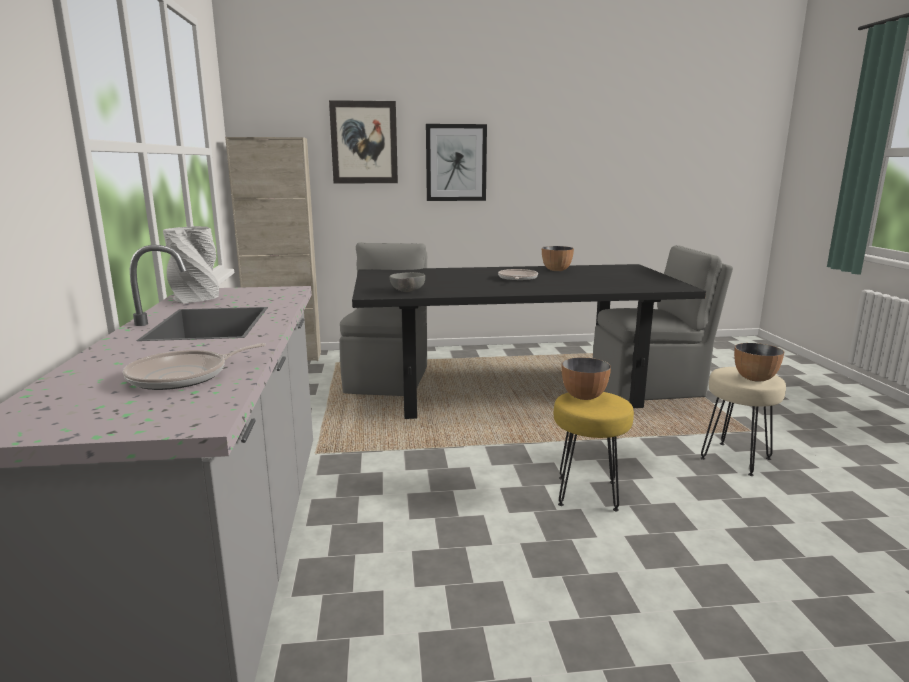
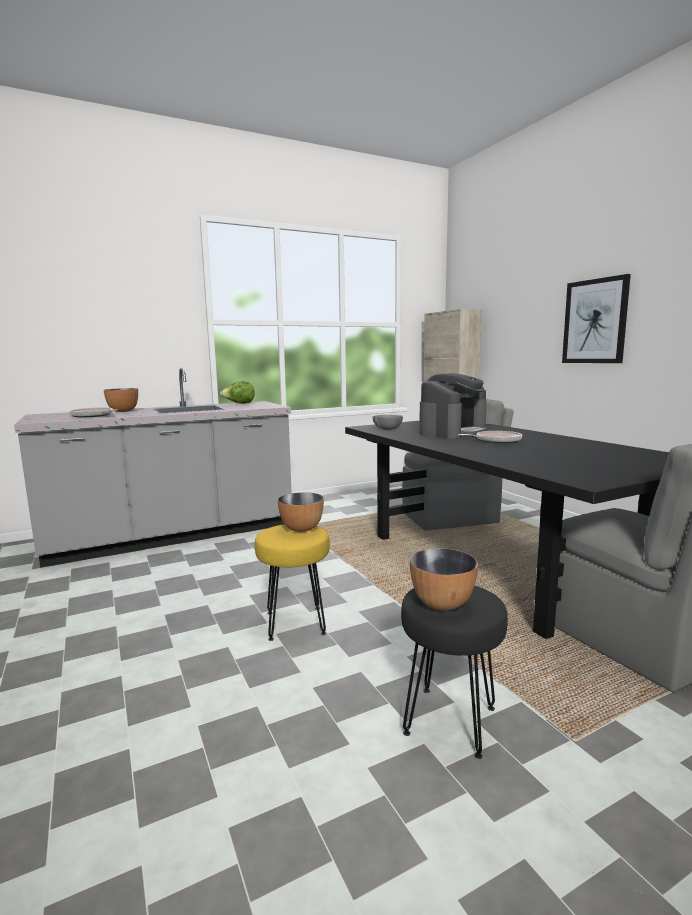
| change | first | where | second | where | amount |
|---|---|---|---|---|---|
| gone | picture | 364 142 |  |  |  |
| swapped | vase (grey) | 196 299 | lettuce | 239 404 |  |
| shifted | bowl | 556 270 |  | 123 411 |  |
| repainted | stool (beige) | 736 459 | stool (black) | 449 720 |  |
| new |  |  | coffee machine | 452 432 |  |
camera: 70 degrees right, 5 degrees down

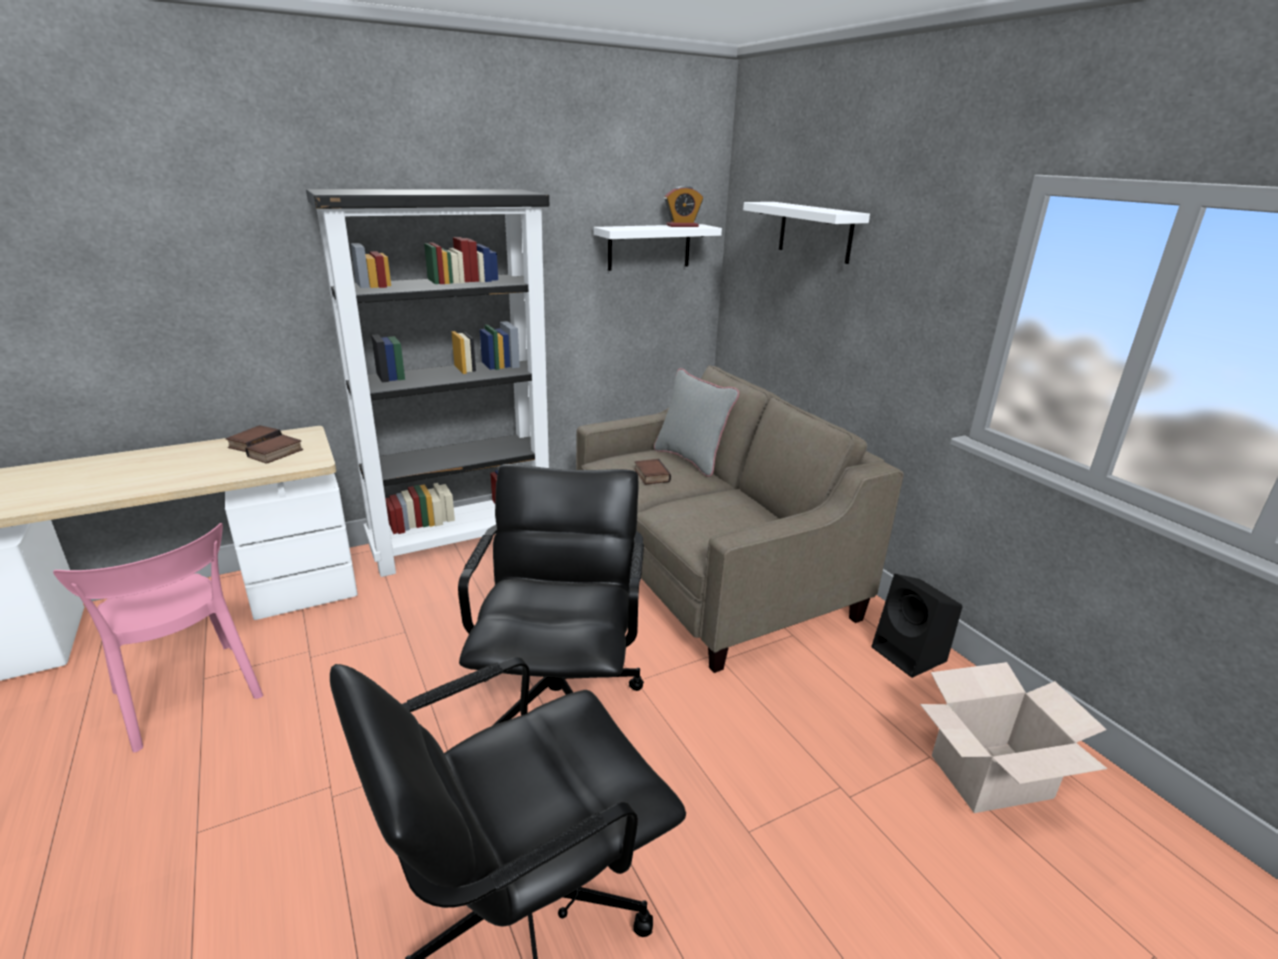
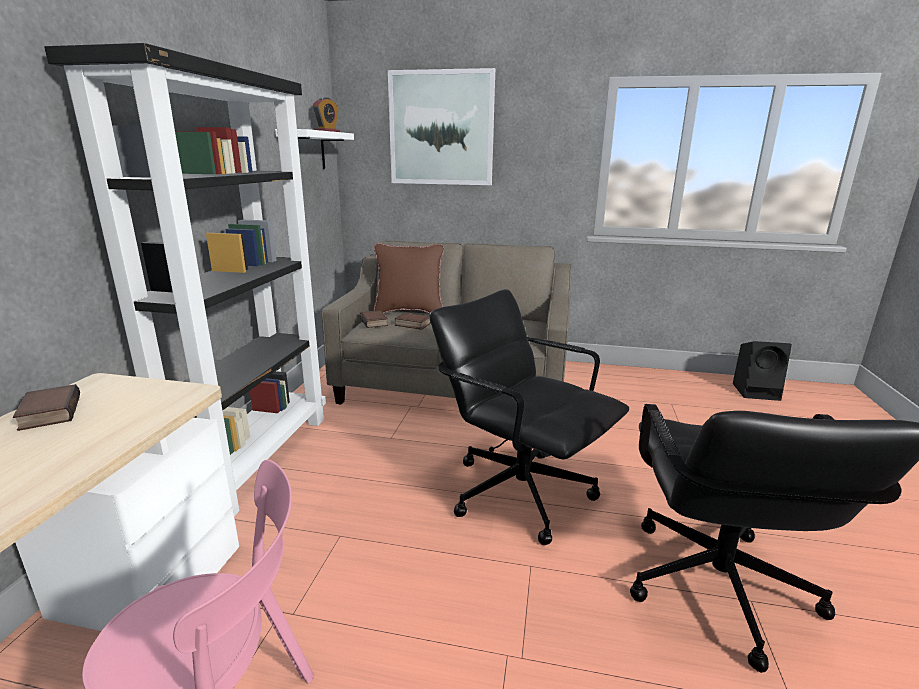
| change | first | where | second | where | amount |
|---|---|---|---|---|---|
| swapped | shelf (white) | 815 232 | picture | 441 129 |  |
| repainted | pillow (grey) | 691 459 | pillow (brown) | 409 311 |  |
| shifted | book | 276 454 |  | 375 322 |  |
| shifted | speaker (black) | 910 655 |  | 757 392 |  |
| gone | cardboard box | 990 776 |  |  |  |
camera: 50 degrees left, 5 degrees down

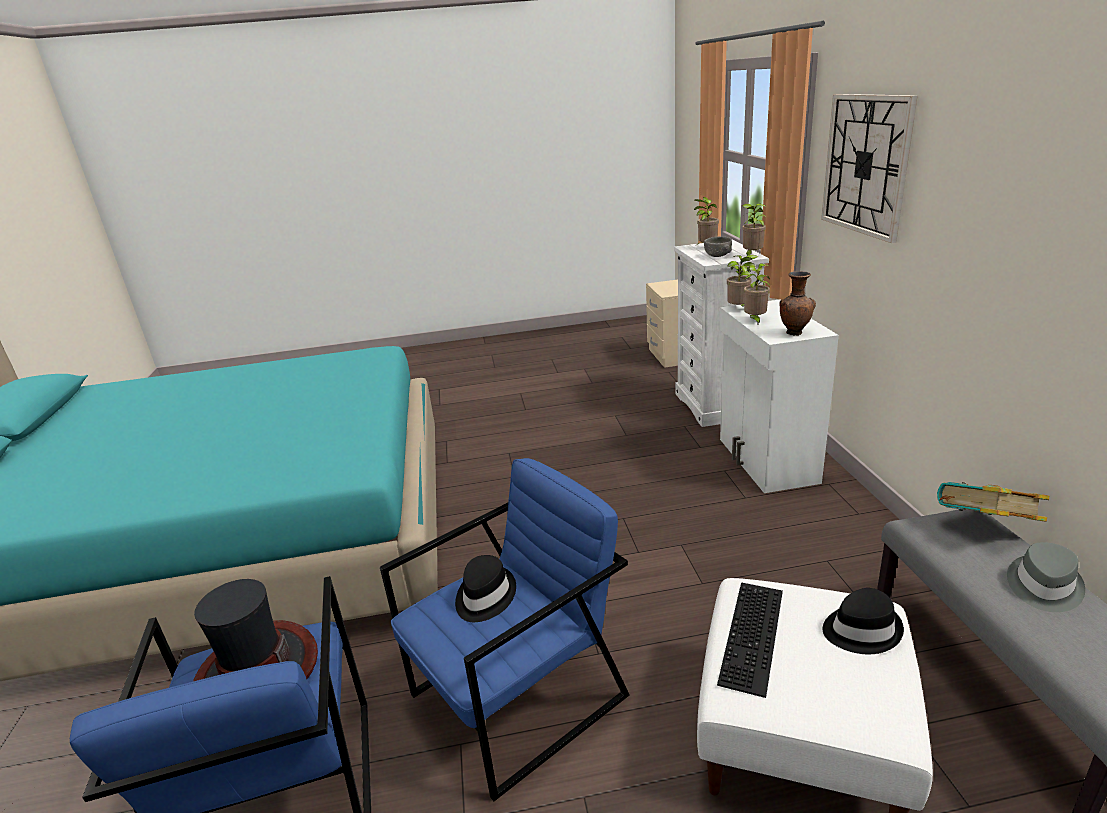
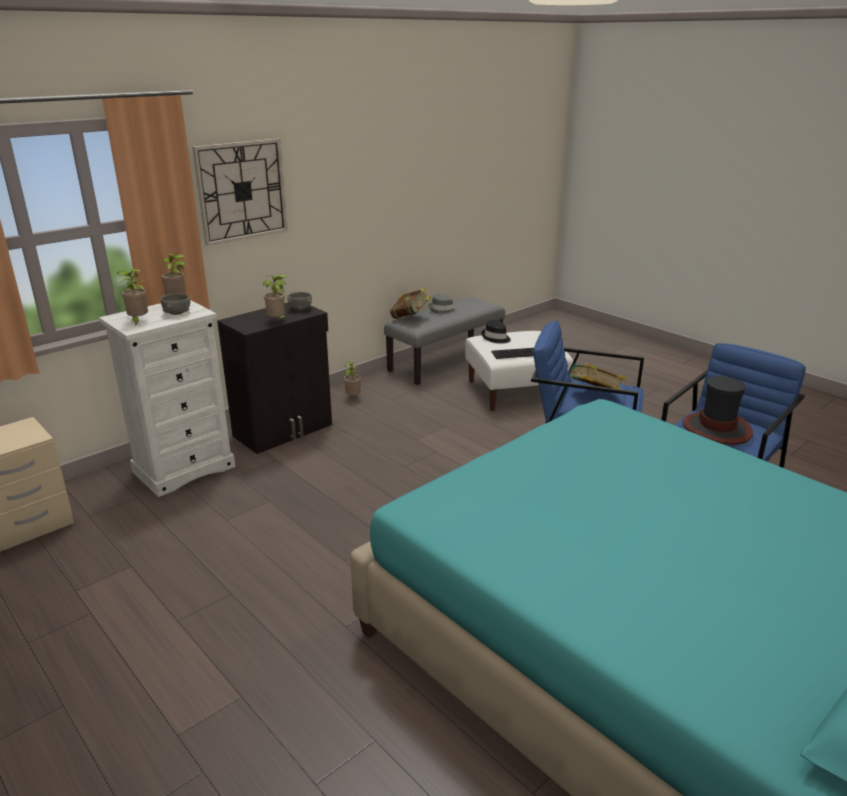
| change | first | where | second | where | amount |
|---|---|---|---|---|---|
| shifted | potted plant | 739 309 |  | 352 397 |  |
| swapped | vase (brown) | 794 333 | bowl (grey) | 300 308 |  |
| repainted | cabinet (white) | 766 461 | cabinet (black) | 284 430 |  |
| swapped | hat (black) | 484 596 | book | 594 395 |  |
camera: 125 degrees left, 0 degrees up

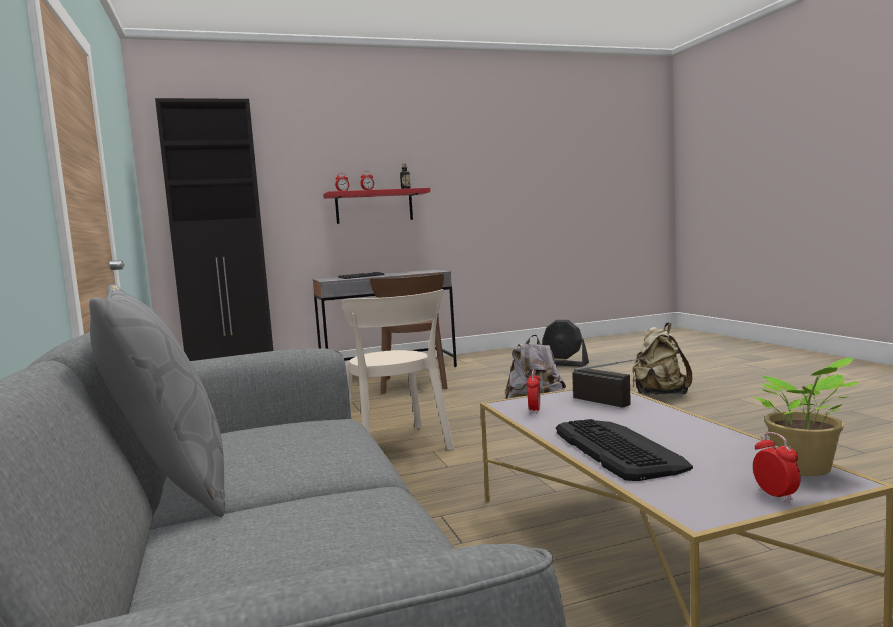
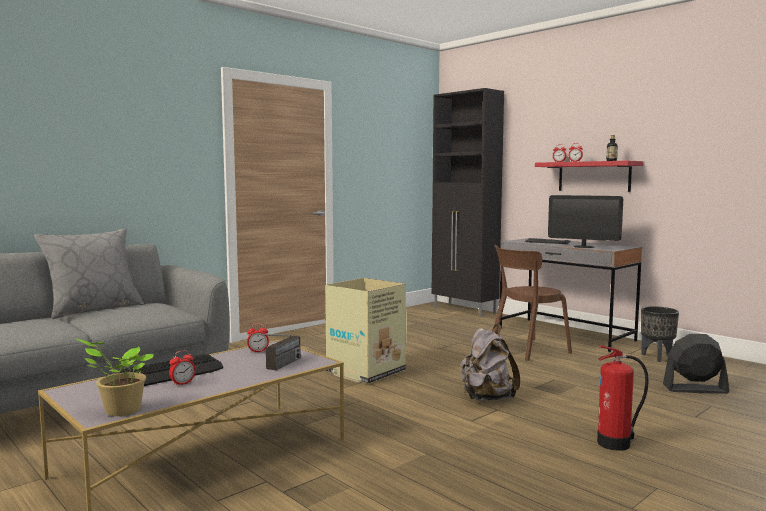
| change | first | where | second | where | amount |
|---|---|---|---|---|---|
| swapped | chair (beige) | 398 447 | cardboard box | 364 372 |  |
| rotated | fan (black) | 564 364 |  | 694 389 | 90 degrees clockwise |
| swapped | backpack (beige) | 659 395 | fire extinguisher | 616 443 |  |
| shifted | alarm clock | 775 495 |  | 182 383 |  |
| new |  |  | monitor | 583 247 |  |
| new |  |  | planter (black) | 657 357 |  |
camera: 65 degrees right, 0 degrees up

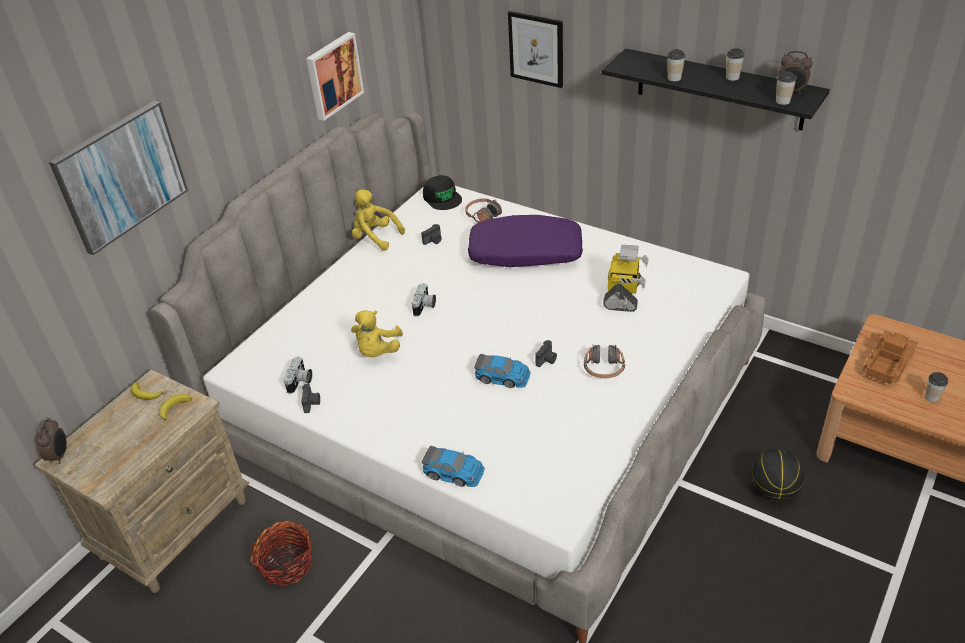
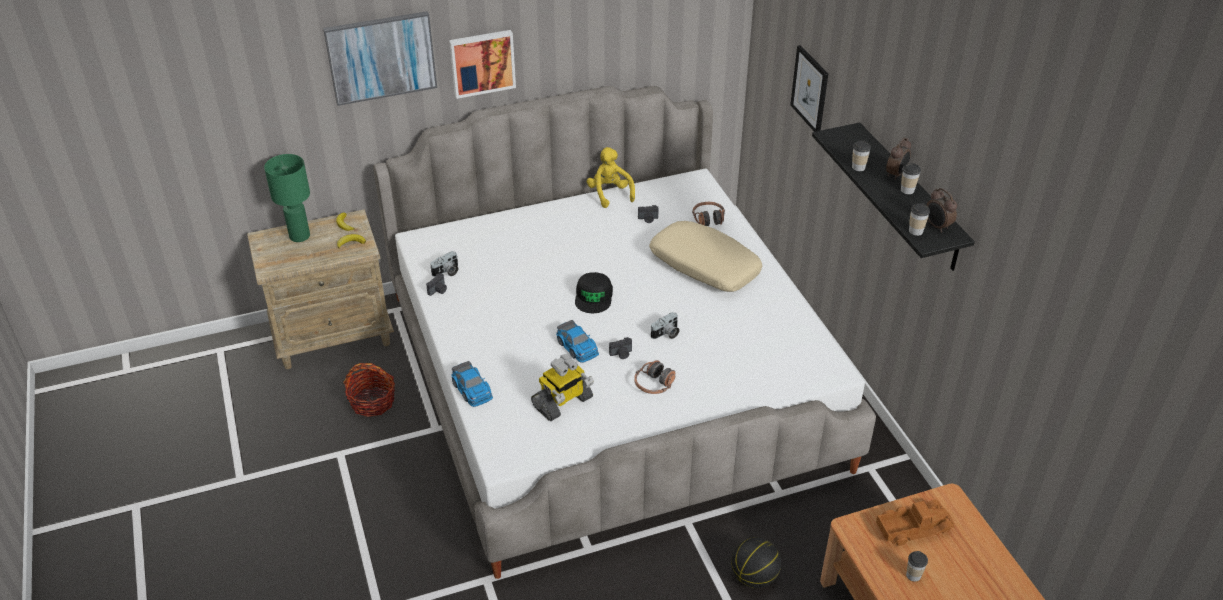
| change | first | where | second | where | amount |
|---|---|---|---|---|---|
| shifted | picture | 333 75 |  | 482 62 |  |
| shifted | cap (black) | 442 197 |  | 594 297 |  |
| repainted | pillow (purple) | 525 253 | pillow (beige) | 703 266 |  |
| shifted | toy robot | 623 295 |  | 562 402 |  |
| shifted | photo camera | 425 307 |  | 666 334 |  |
| gone | plush toy (yellow) | 377 351 |  |  |  |
| shifted | alarm clock | 60 455 |  | 896 174 |  |
| new |  |  | table lamp (green) | 299 236 |  |
camera: 35 degrees right, 0 degrees up

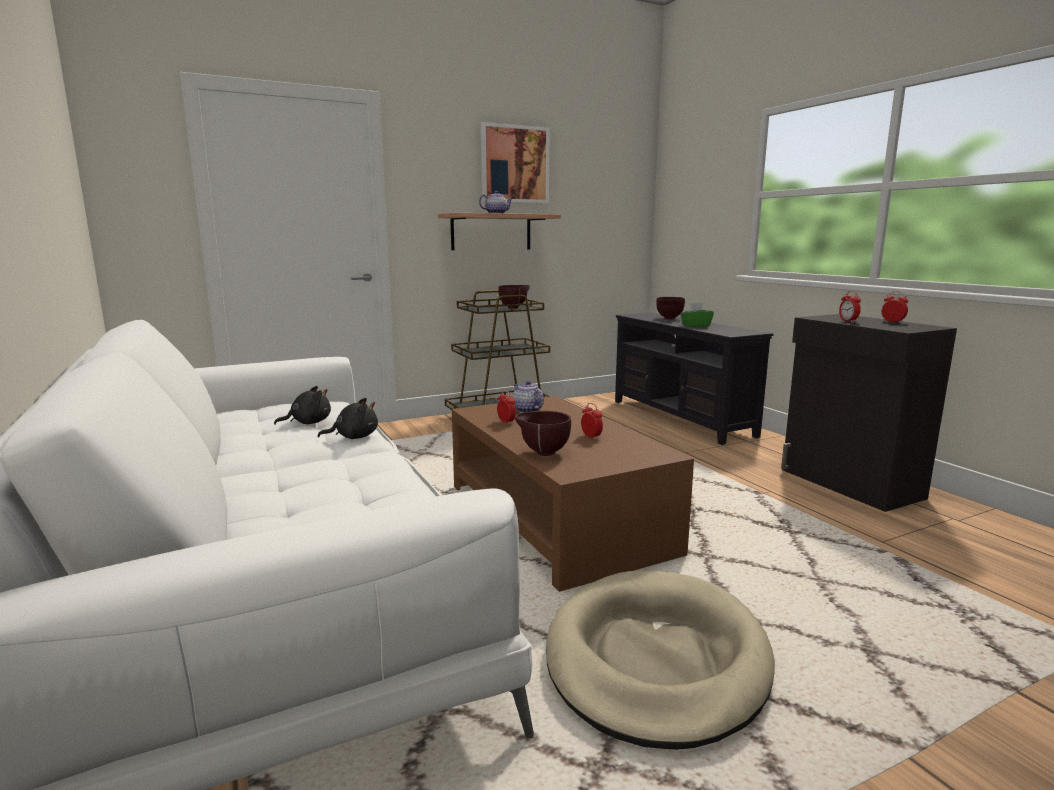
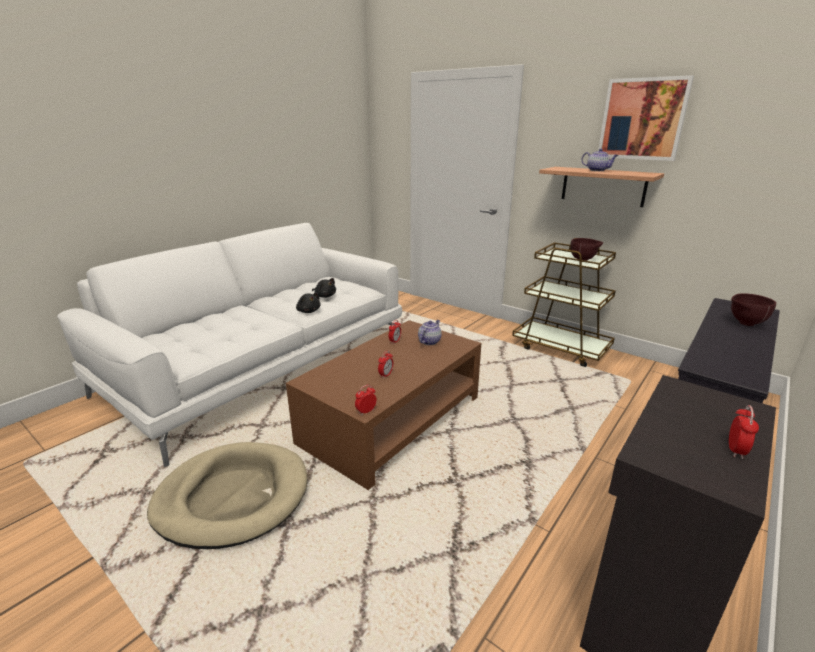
| change | first | where | second | where | amount |
|---|---|---|---|---|---|
| shifted | alarm clock | 848 321 |  | 366 411 |  |
| gone | tissue box (green) | 695 326 |  |  |  |
| gone | bowl (brown) | 542 453 |  |  |  |
camera: 65 degrees right, 10 degrees up

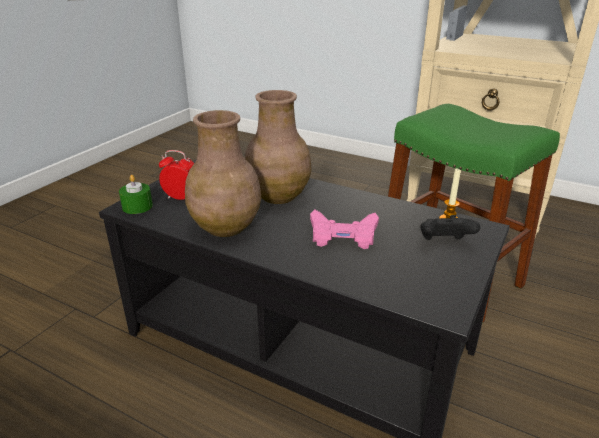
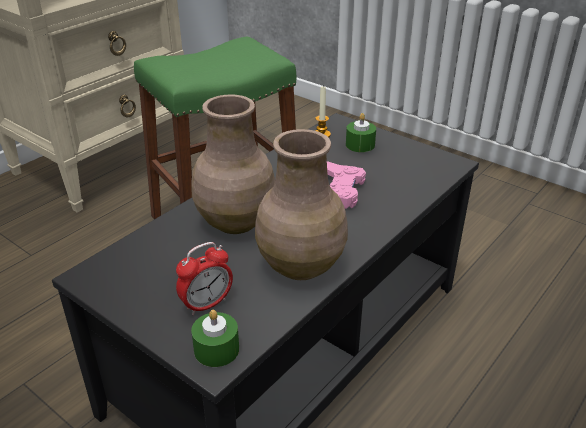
| change | first | where | second | where | amount |
|---|---|---|---|---|---|
| rotated | alarm clock | 181 198 |  | 206 304 | 150 degrees counterclockwise |
| swapped | game controller (black) | 444 243 | candle (green) | 360 145 |  |
camera: 80 degrees left, 5 degrees up

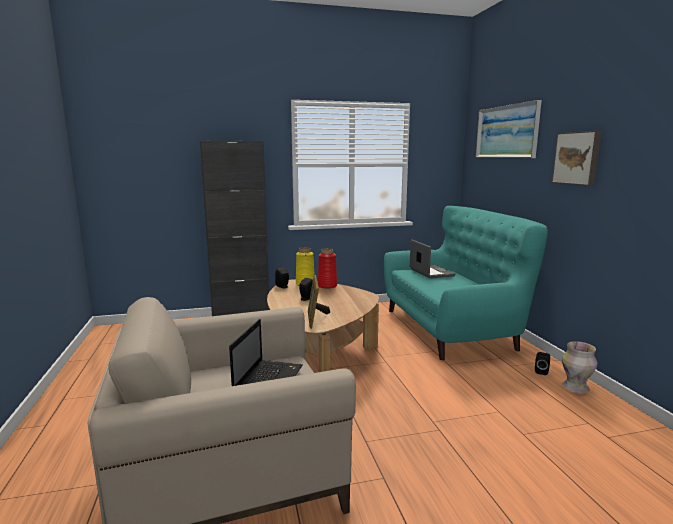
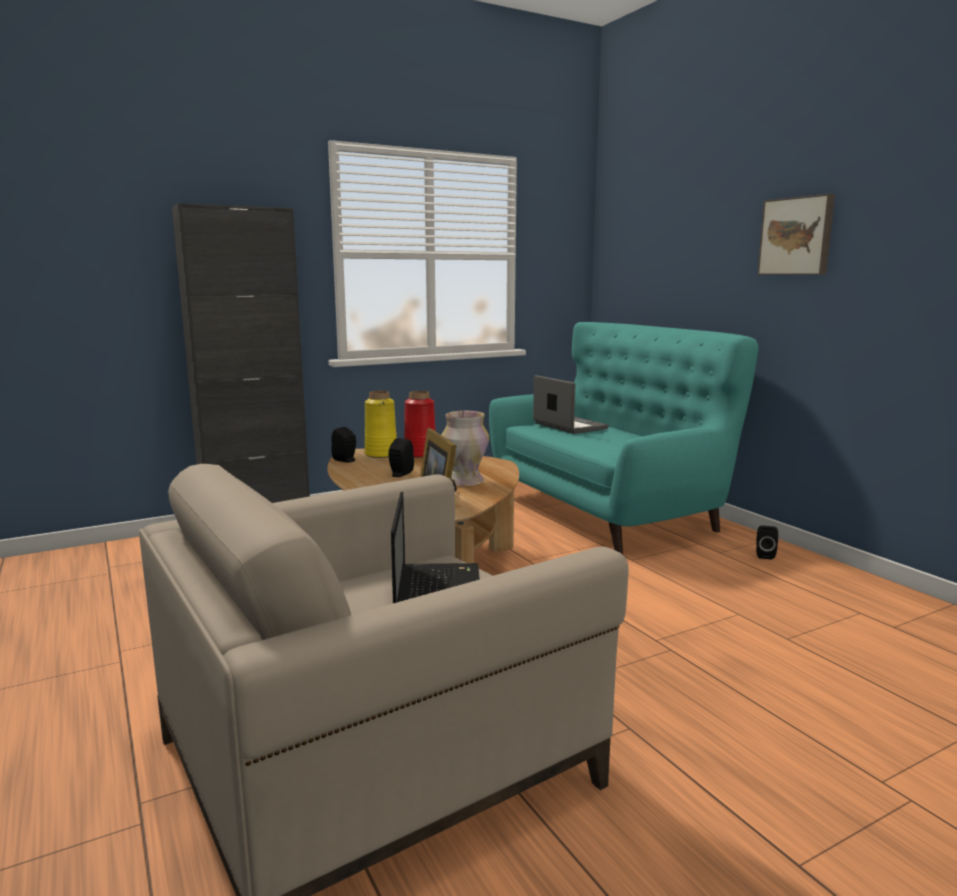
| change | first | where | second | where | amount |
|---|---|---|---|---|---|
| gone | picture | 506 132 |  |  |  |
| shifted | vase | 575 388 |  | 464 482 |  |
camera: 15 degrees left, 0 degrees up

